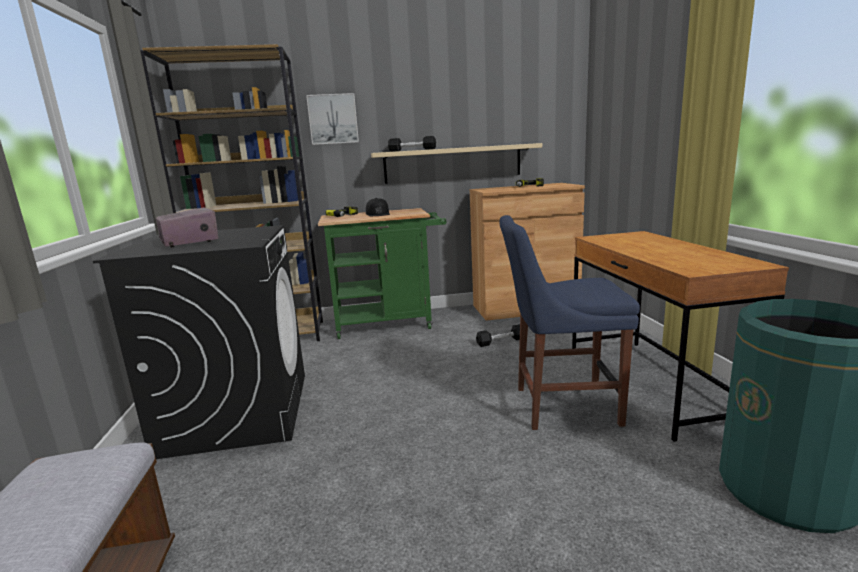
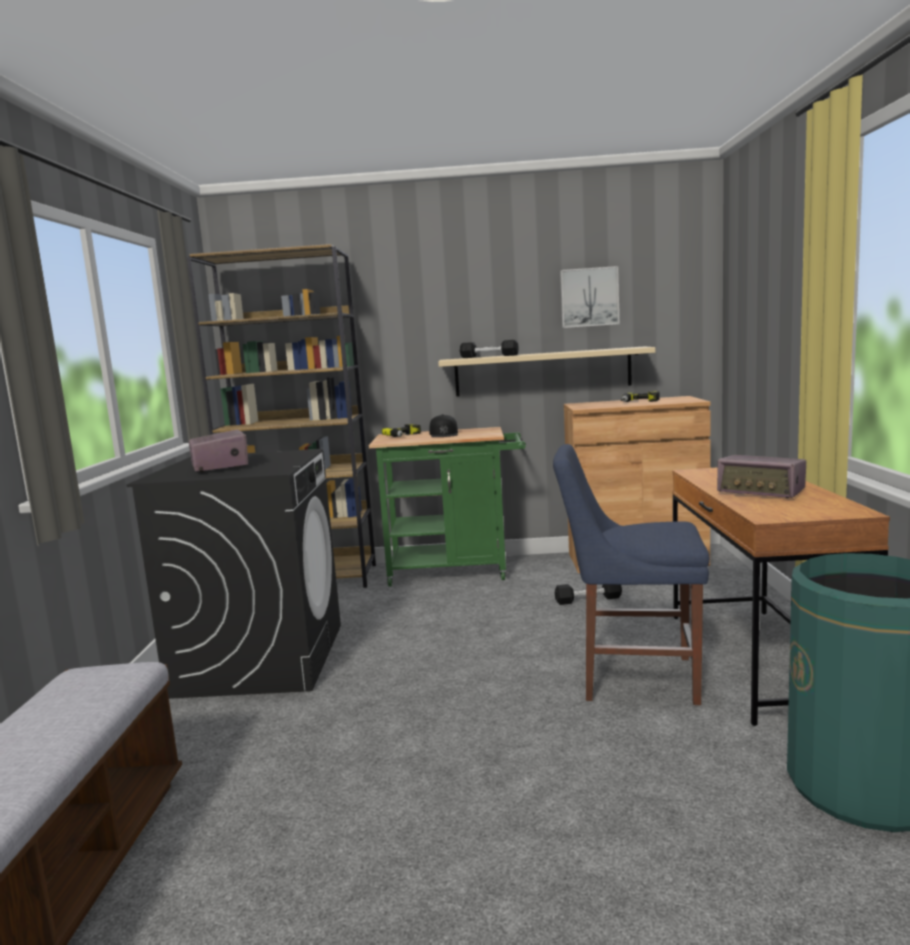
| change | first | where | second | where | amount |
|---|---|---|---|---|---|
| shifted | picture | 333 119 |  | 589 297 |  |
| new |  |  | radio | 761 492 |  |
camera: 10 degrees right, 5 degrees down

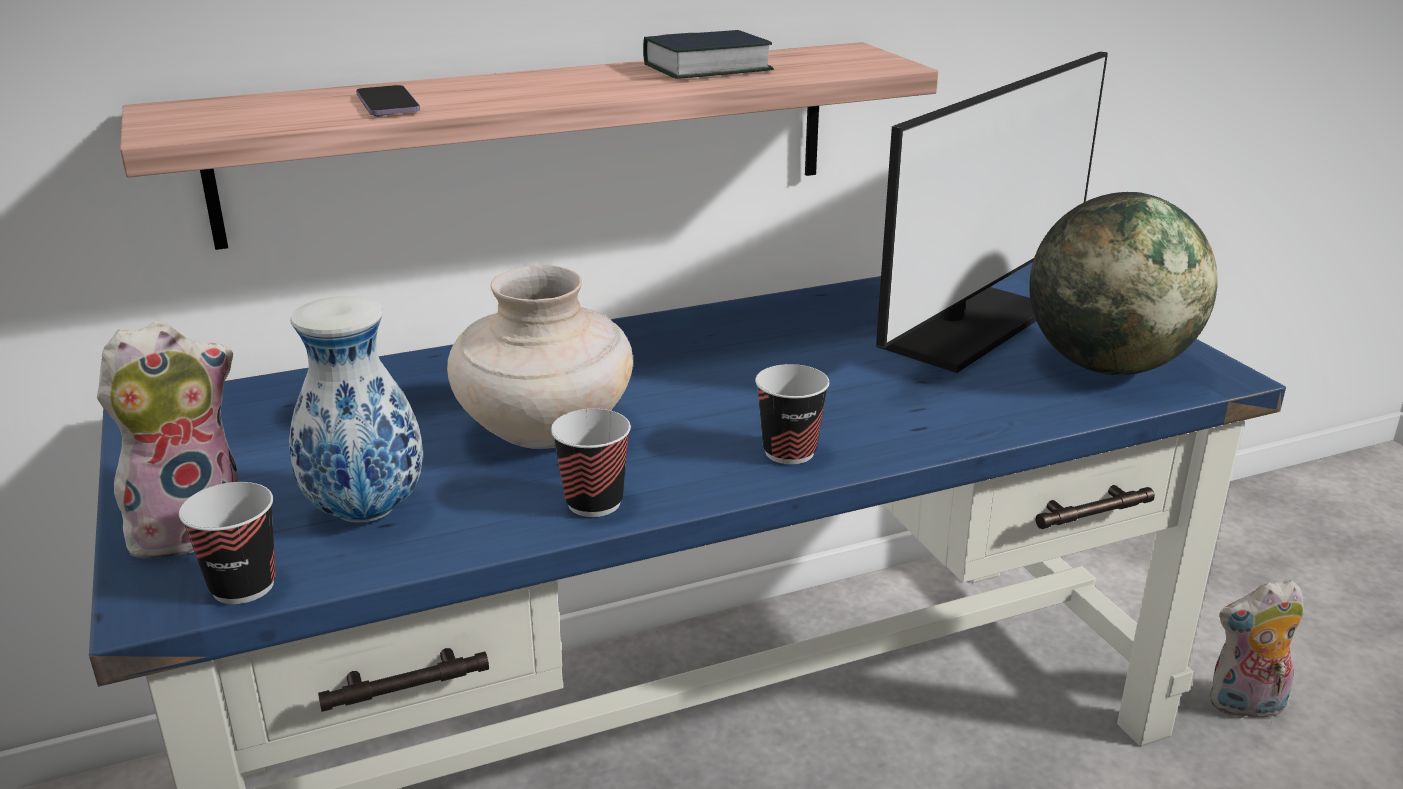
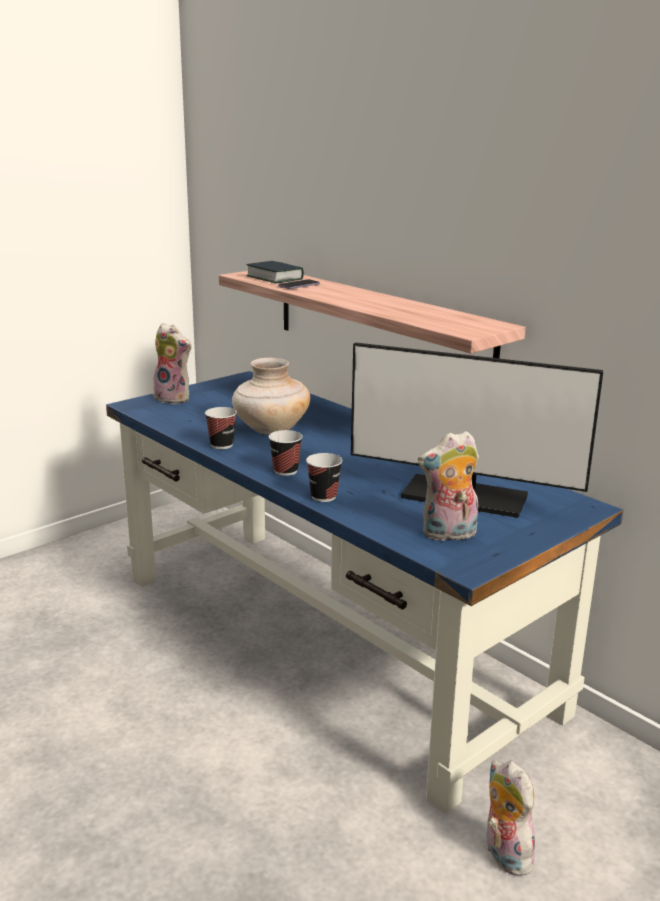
| change | first | where | second | where | amount |
|---|---|---|---|---|---|
| shifted | book | 707 68 |  | 274 278 |  |
| swapped | globe | 1106 366 | plush toy | 448 535 |  |
| gone | vase | 365 513 |  |  |  |
| shifted | cup | 243 586 |  | 323 496 |  |
camera: 70 degrees right, 5 degrees down

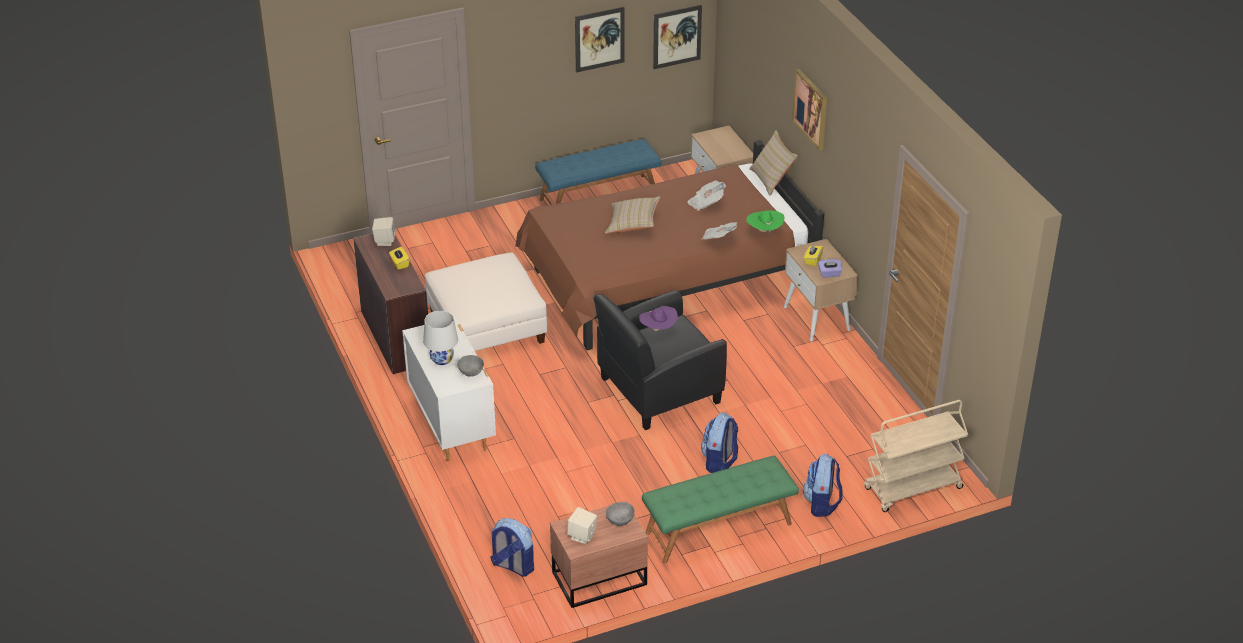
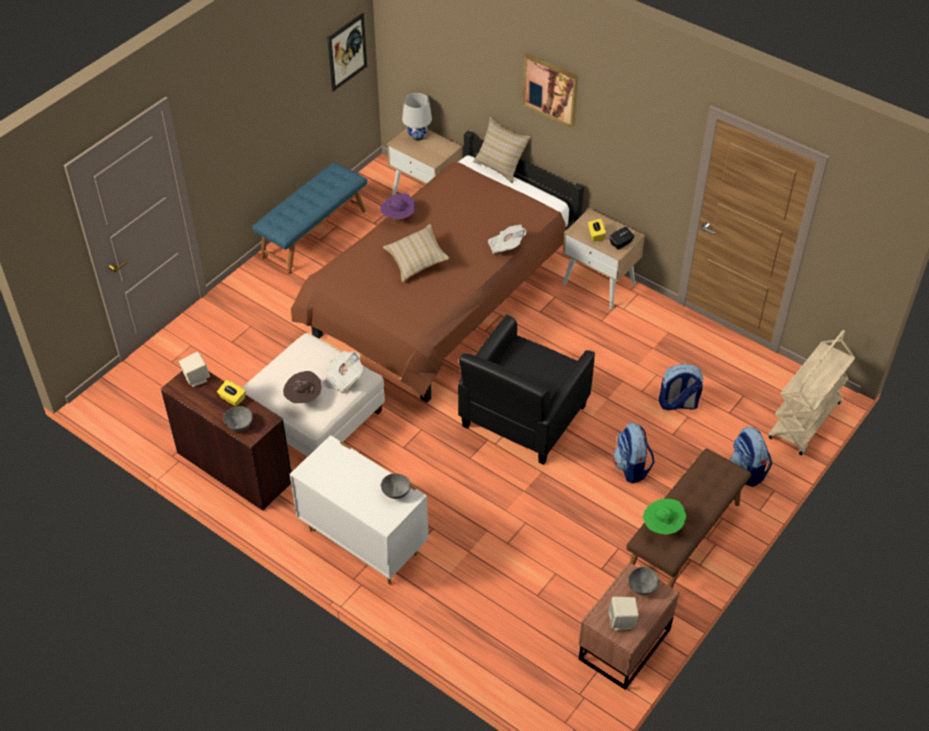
| change | first | where | second | where | amount |
|---|---|---|---|---|---|
| gone | picture | 599 39 |  |  |  |
| shifted | newspaper | 706 203 |  | 343 379 |  |
| shifted | hat (green) | 764 231 |  | 662 526 |  |
| repainted | tissue box (purple) | 829 274 | tissue box (black) | 621 243 |  |
| shifted | hat (purple) | 658 329 |  | 398 218 |  |
| shifted | table lamp (white) | 442 359 |  | 417 135 |  |
| repainted | bench (green) | 719 529 | bench (brown) | 684 538 |  |
| shifted | backpack | 512 566 |  | 678 404 |  |
| new |  |  | hat (brown) | 303 398 |  |
| new |  |  | bowl (grey) | 239 425 |  |
camera: 30 degrees left, 10 degrees up

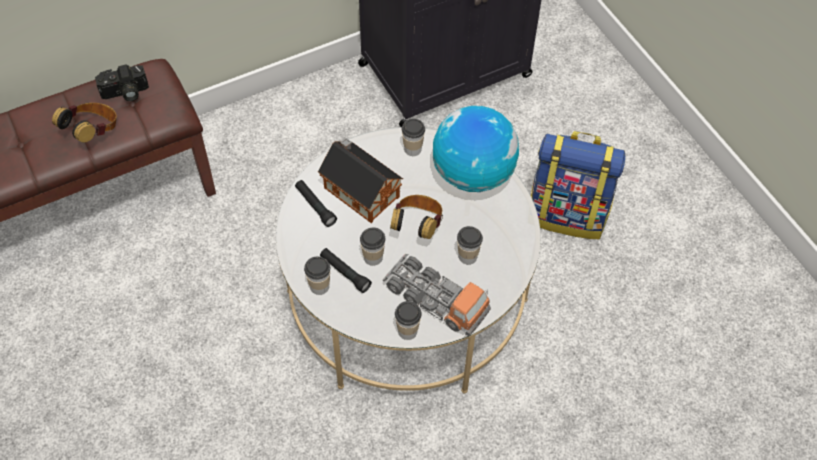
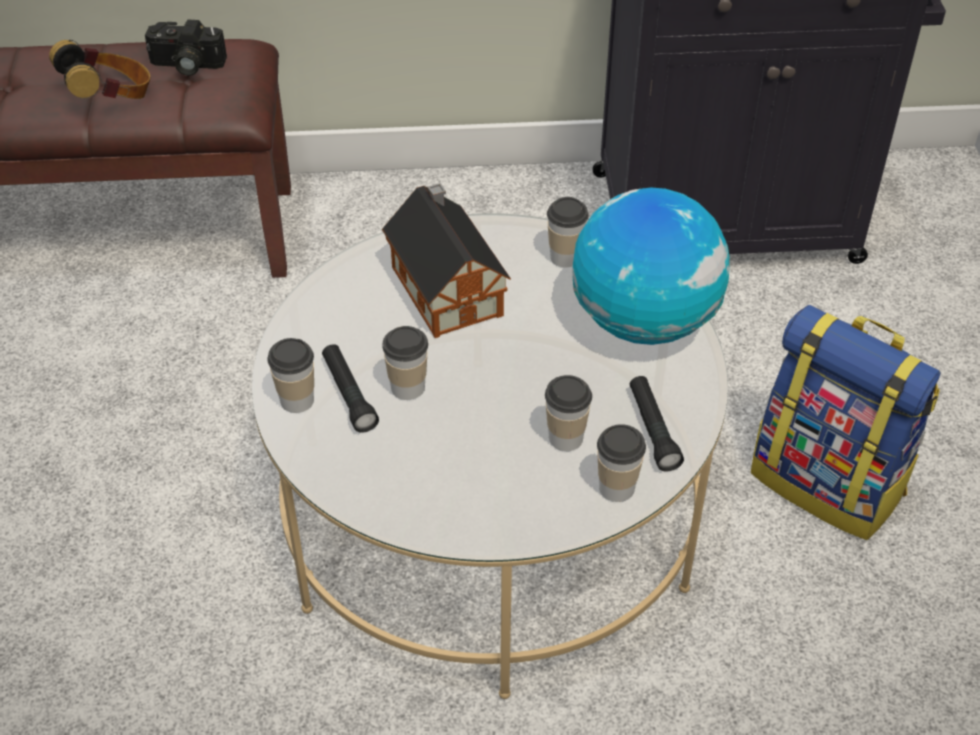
| change | first | where | second | where | amount |
|---|---|---|---|---|---|
| shifted | flashlight (black) | 315 206 |  | 653 430 |  |
| gone | headphones | 417 226 |  |  |  |
| gone | toy truck | 436 299 |  |  |  |
| shifted | cup | 407 331 |  | 616 487 |  |
camera: 25 degrees right, 10 degrees down

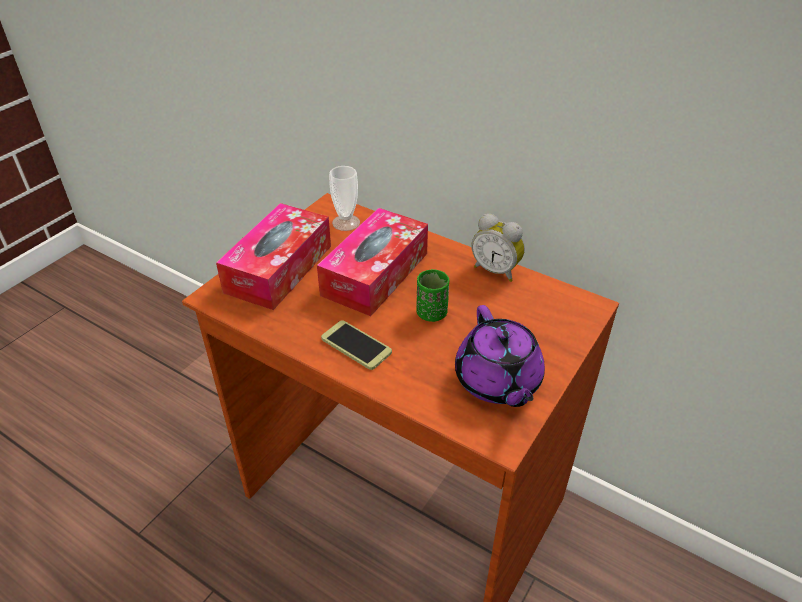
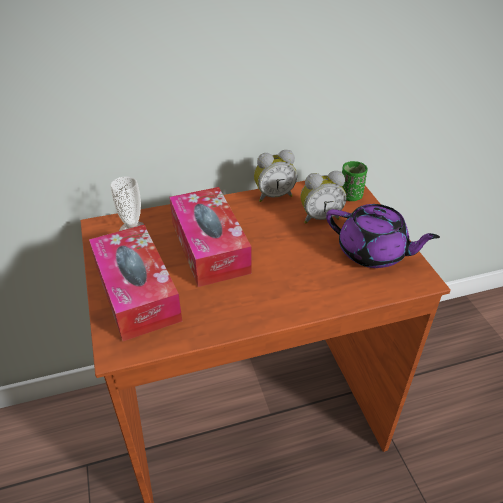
| change | first | where | second | where | amount |
|---|---|---|---|---|---|
| shifted | cup (green) | 431 313 |  | 350 196 |  |
| gone | phone | 356 345 |  |  |  |
| new |  |  | alarm clock | 320 217 |  |
camera: 50 degrees left, 0 degrees up

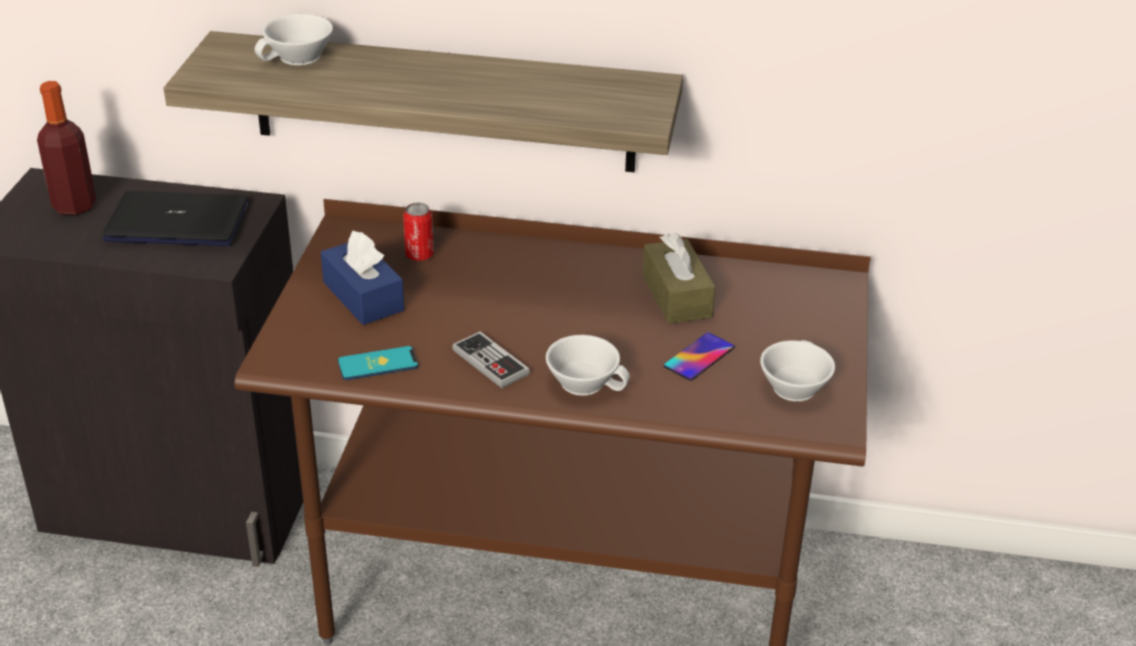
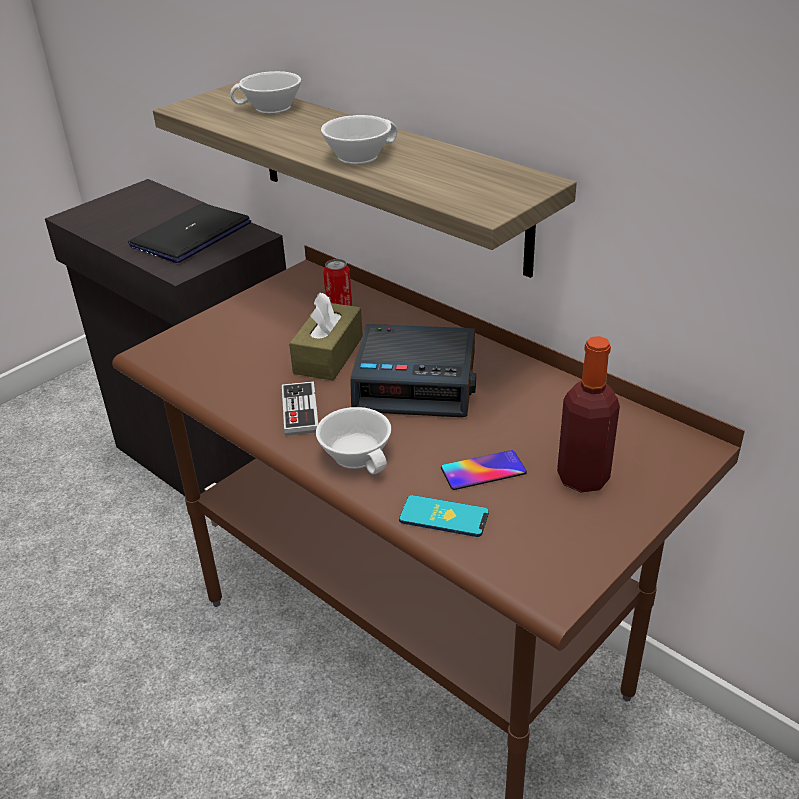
| change | first | where | second | where | amount |
|---|---|---|---|---|---|
| shifted | bottle | 74 205 |  | 583 477 |  |
| rotated | laptop | 178 221 |  | 191 235 | 90 degrees counterclockwise |
| gone | tissue box (blue) | 363 296 |  |  |  |
| shifted | tissue box (brown) | 676 296 |  | 328 355 |  |
| shifted | cup (white) | 792 385 |  | 358 155 |  |
| shifted | phone | 378 364 |  | 444 517 |  |
| new |  |  | alarm clock | 417 382 |  |
camera: 35 degrees right, 0 degrees up

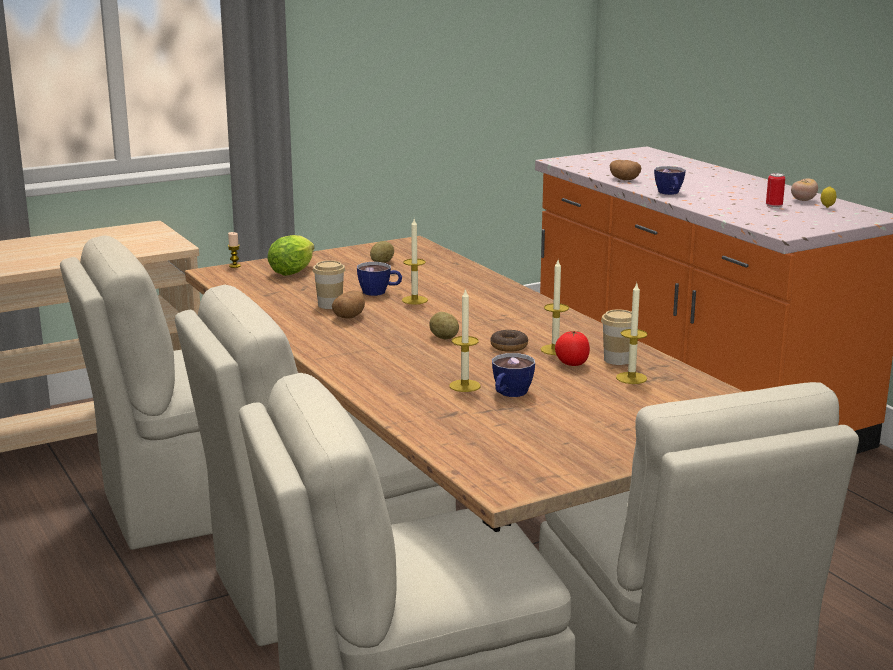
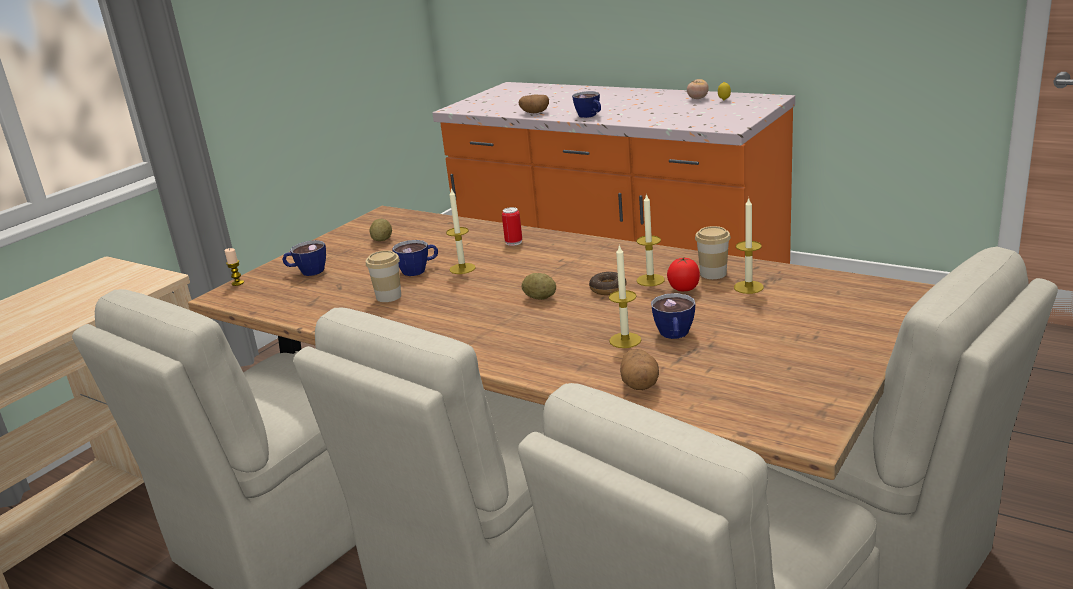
| change | first | where | second | where | amount |
|---|---|---|---|---|---|
| shifted | can | 774 206 |  | 513 242 |  |
| swapped | lettuce | 294 271 | cup | 307 272 |  |
| shifted | potato | 349 316 |  | 639 384 |  |
camera: 25 degrees left, 5 degrees up

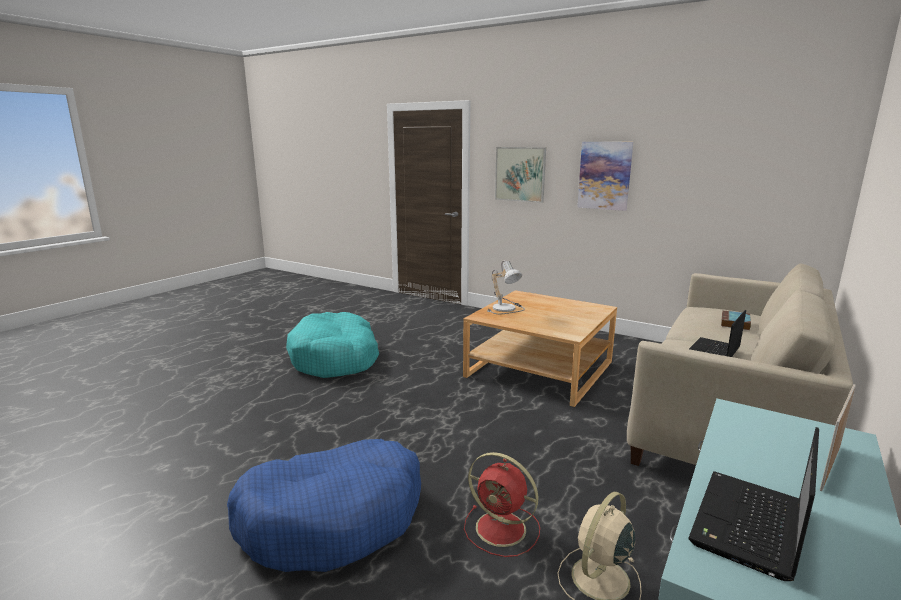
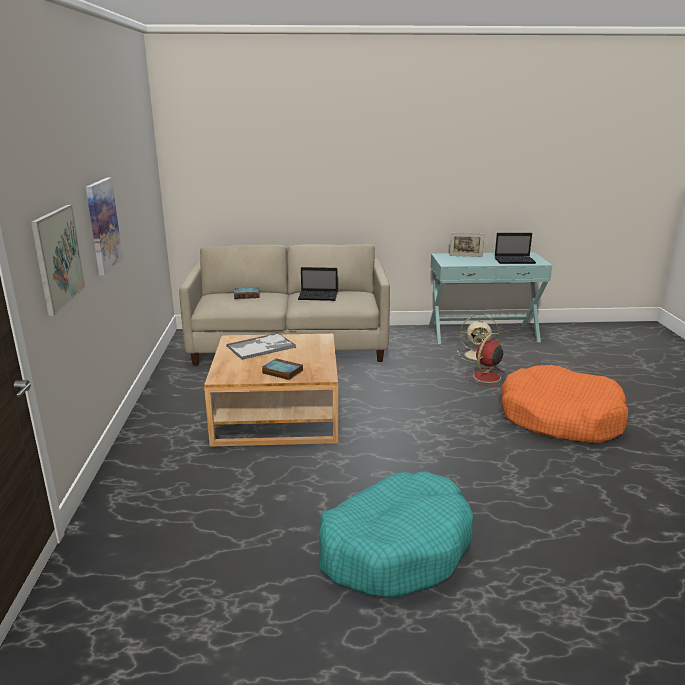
| change | first | where | second | where | amount |
|---|---|---|---|---|---|
| swapped | table lamp | 506 308 | book | 281 372 |  |
| repainted | dog bed (blue) | 333 518 | dog bed (orange) | 560 418 |  |
| rotated | fan (red) | 503 529 |  | 486 377 | 135 degrees counterclockwise |
| new |  |  | tray | 261 347 |  |
camera: 125 degrees left, 5 degrees up

